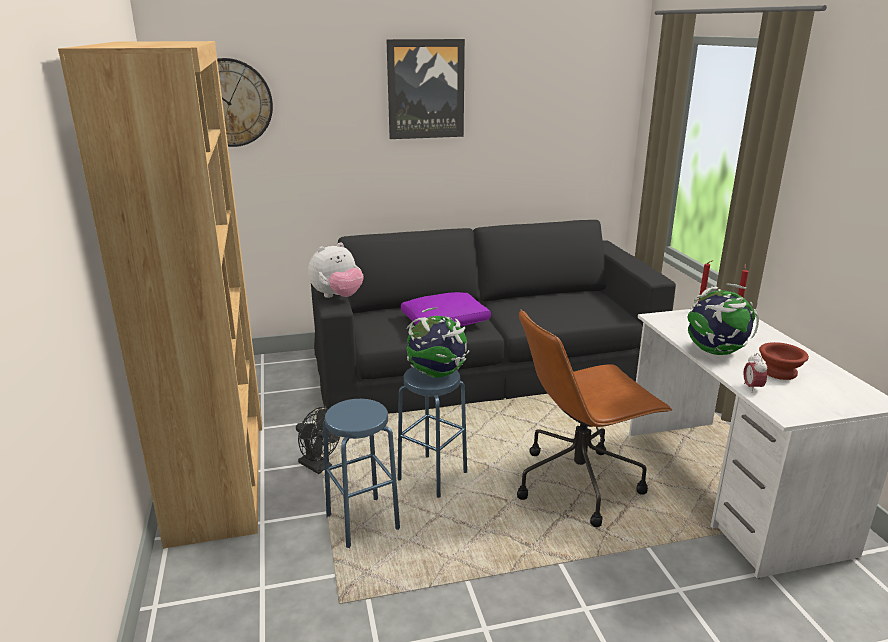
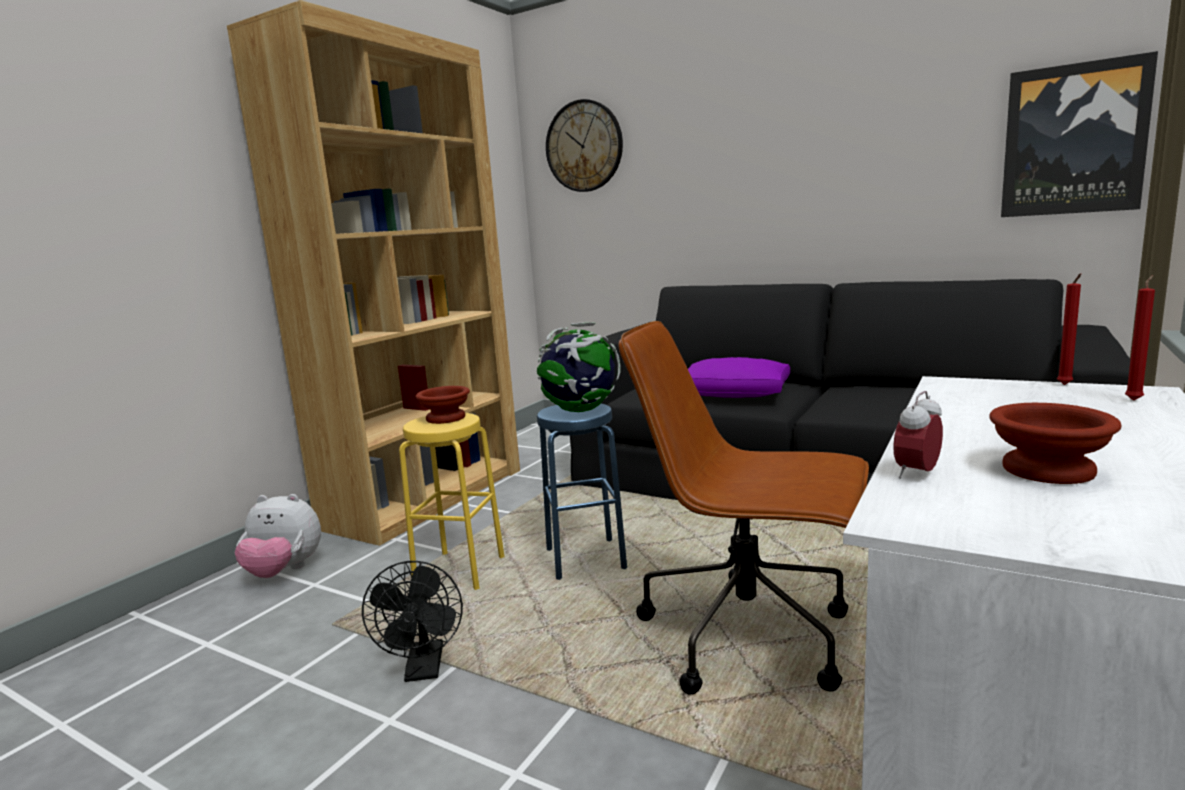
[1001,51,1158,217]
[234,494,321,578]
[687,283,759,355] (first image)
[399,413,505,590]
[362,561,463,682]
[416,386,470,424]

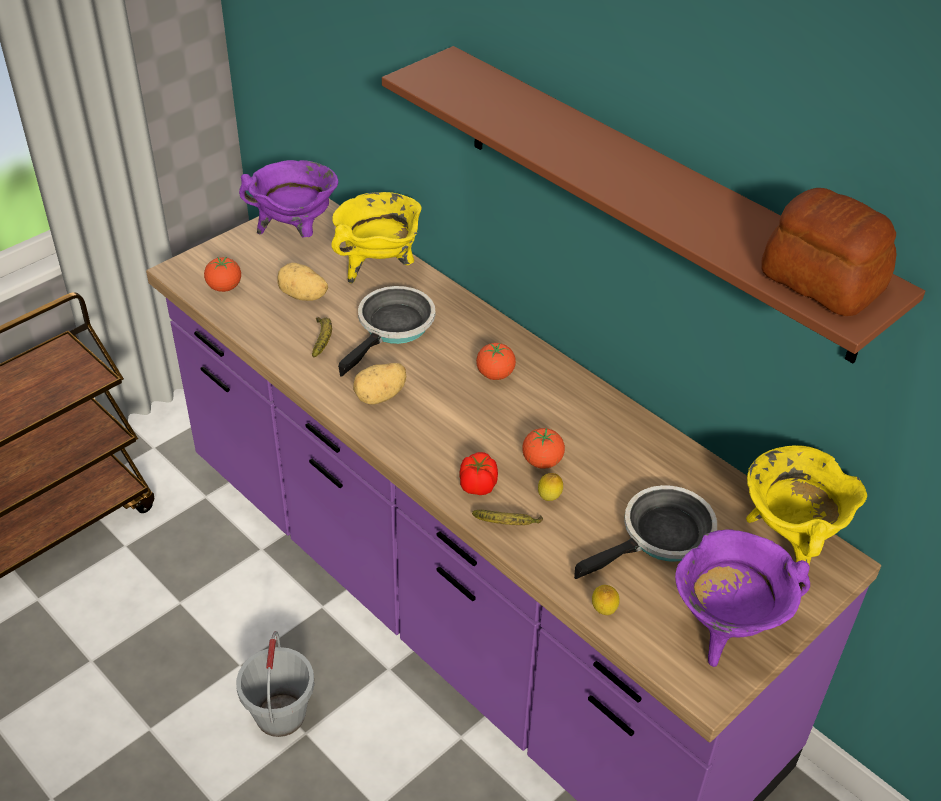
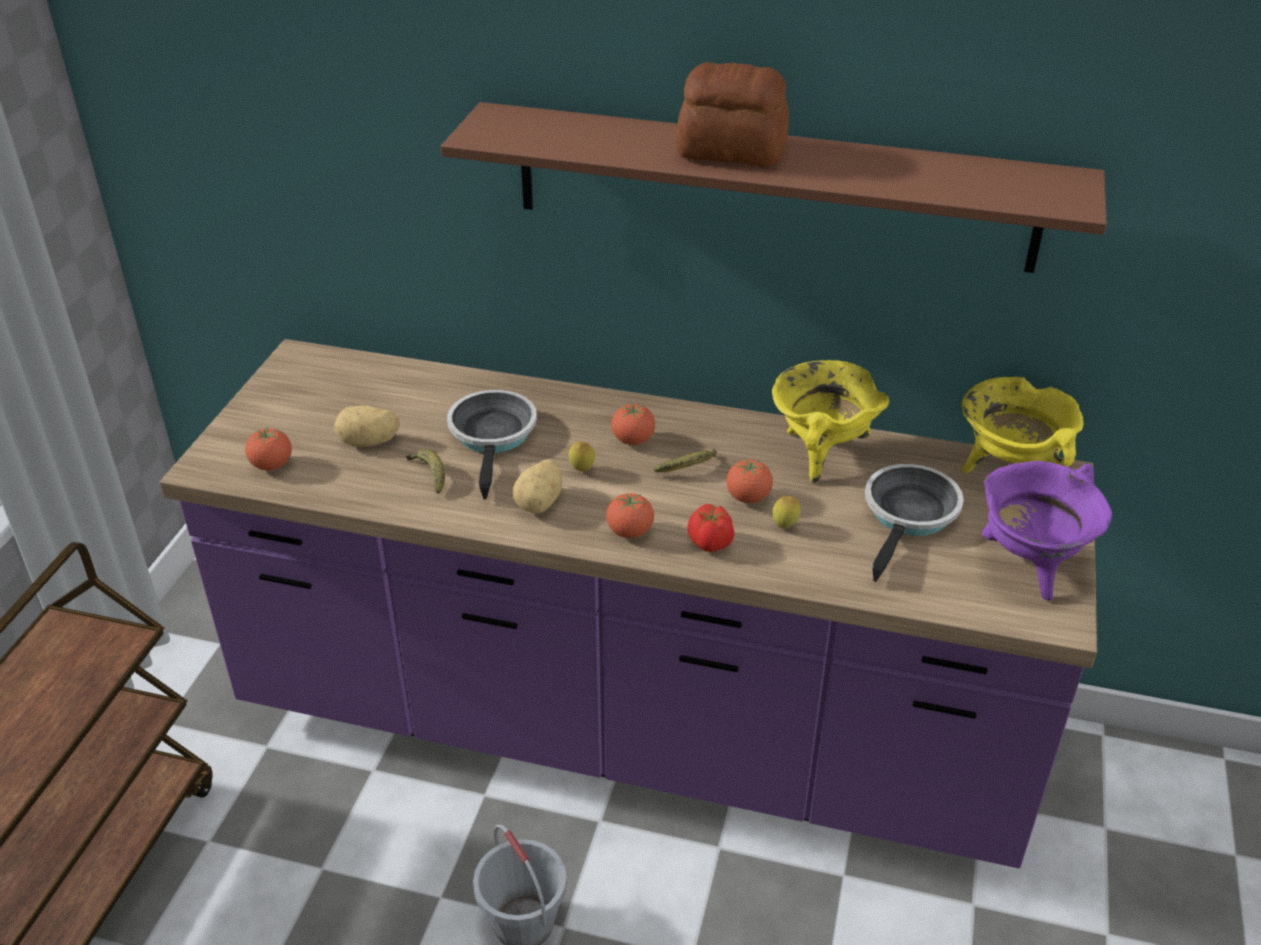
[239,160,338,238] (first image)
[676,62,789,166]
[772,360,889,483]
[654,449,717,472]
[569,441,595,472]
[606,493,654,538]

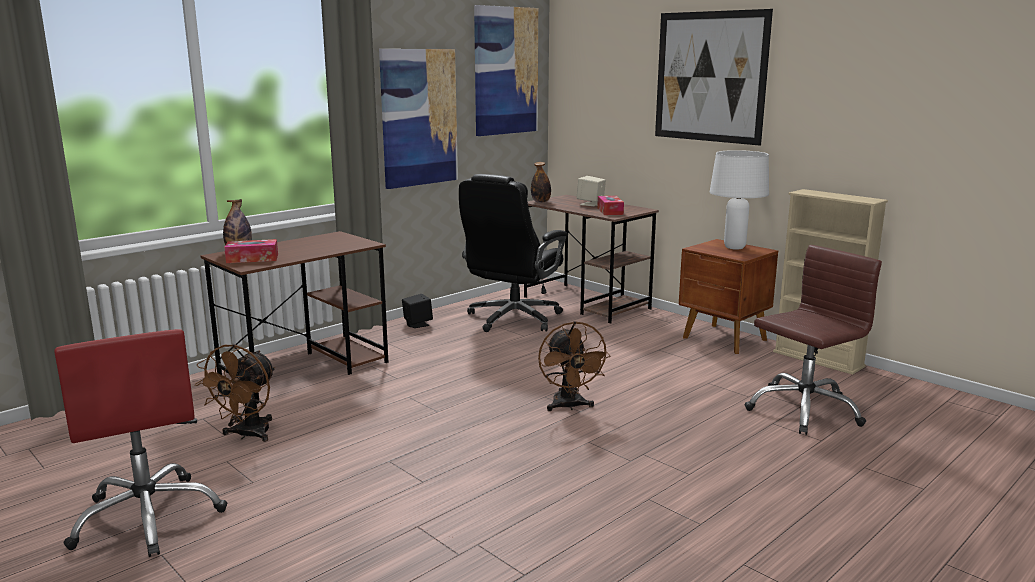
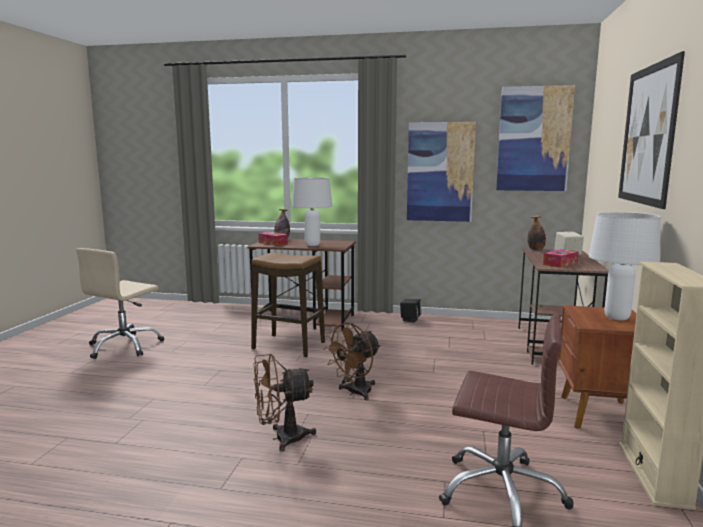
[459,174,567,332] (first image)
[76,248,164,359]
[253,354,316,452]
[292,177,332,246]
[251,252,325,357]

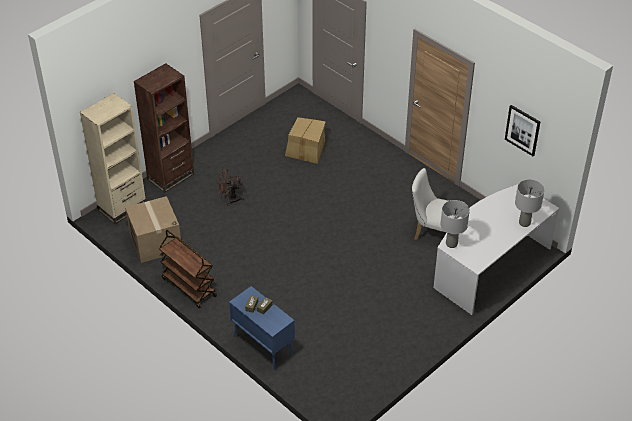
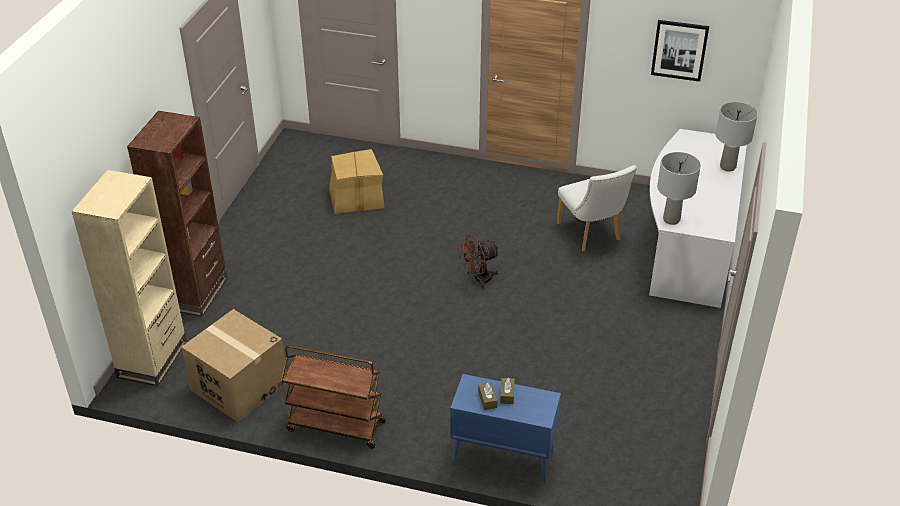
[557,165,637,251]
[458,234,499,289]

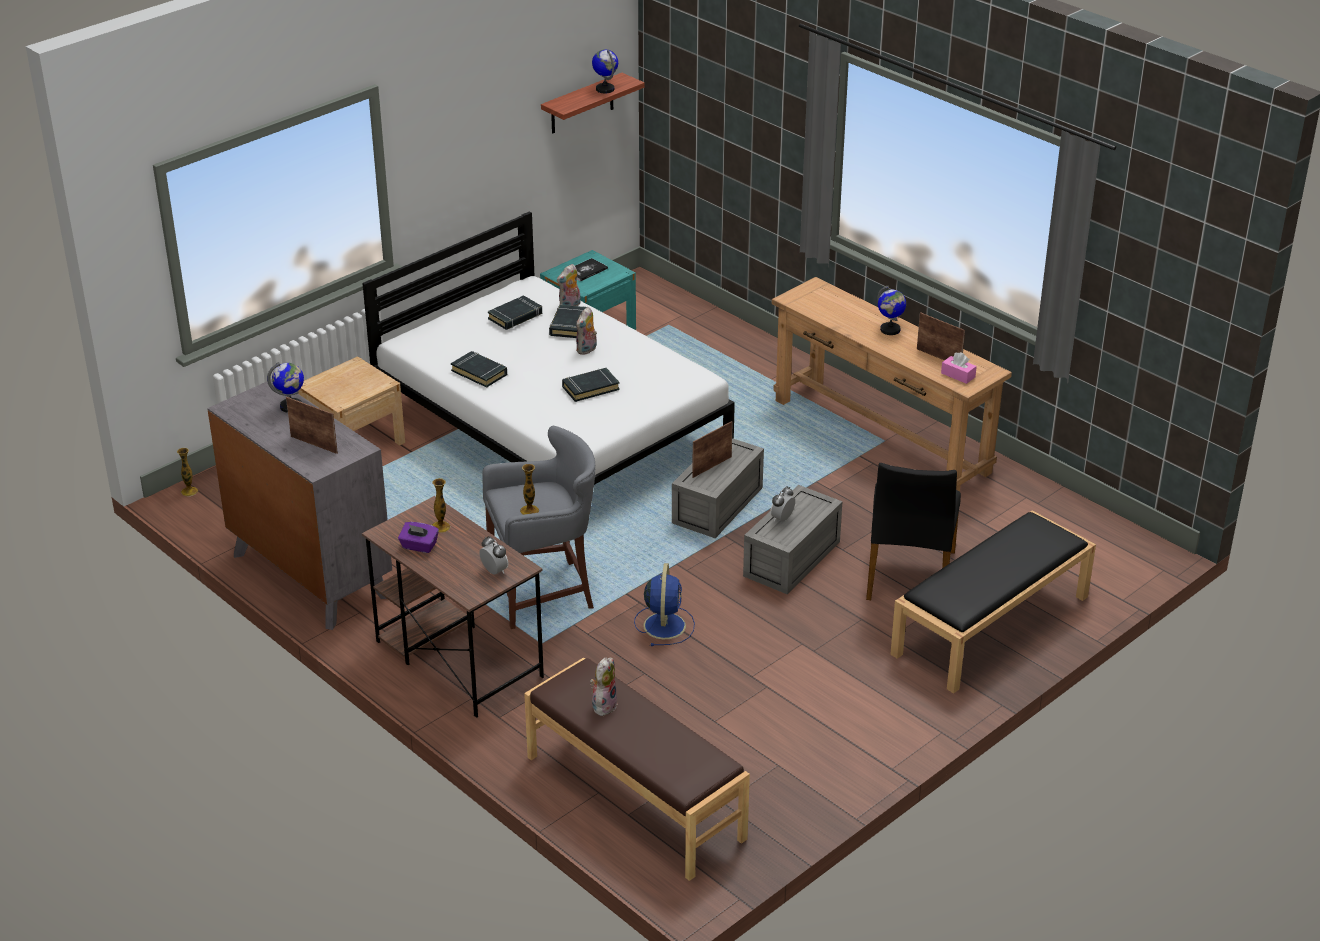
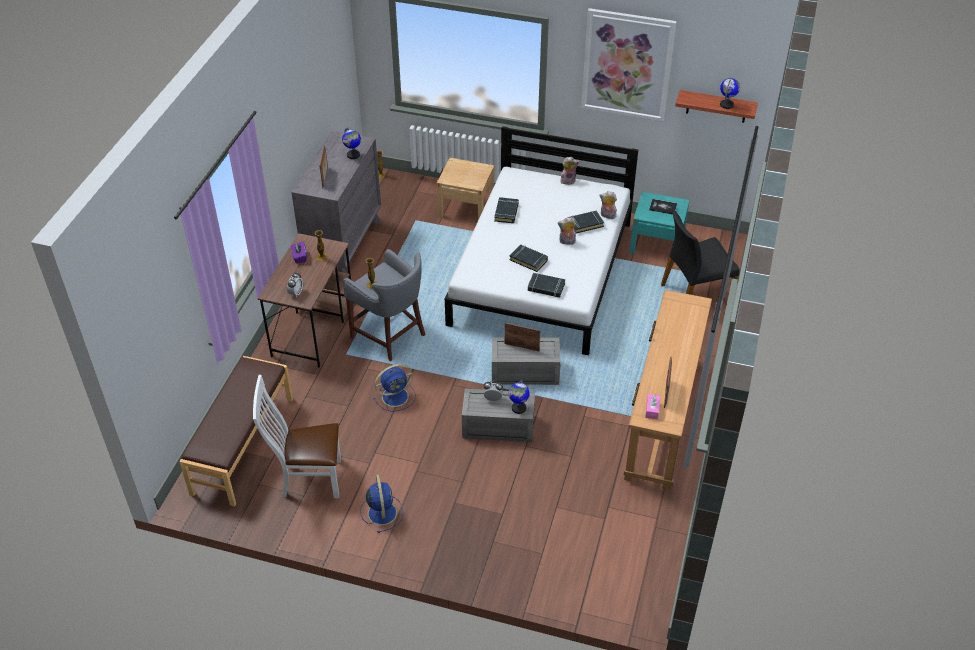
[509,380,530,414]
[528,273,565,298]
[661,211,740,295]
[890,510,1096,693] (first image)
[560,157,579,185]
[581,8,677,121]
[253,375,341,498]
[360,474,403,533]

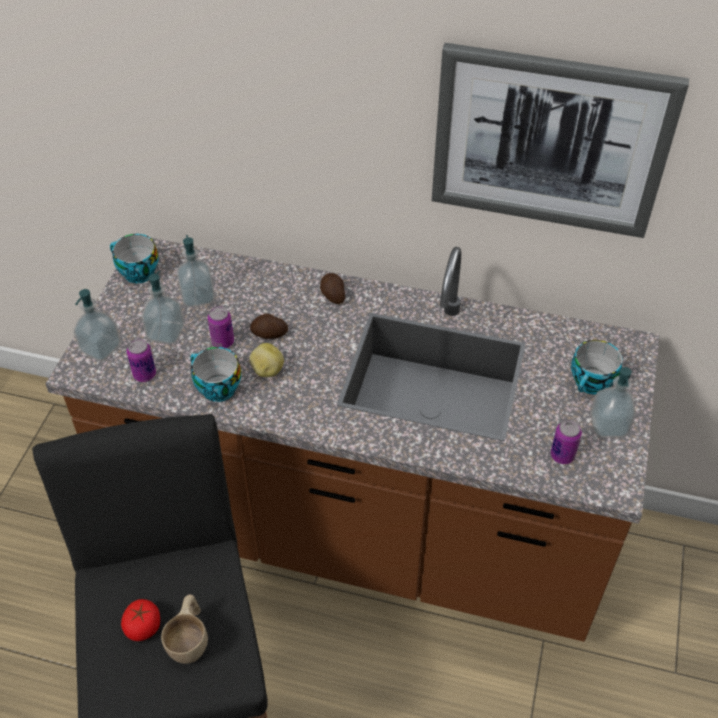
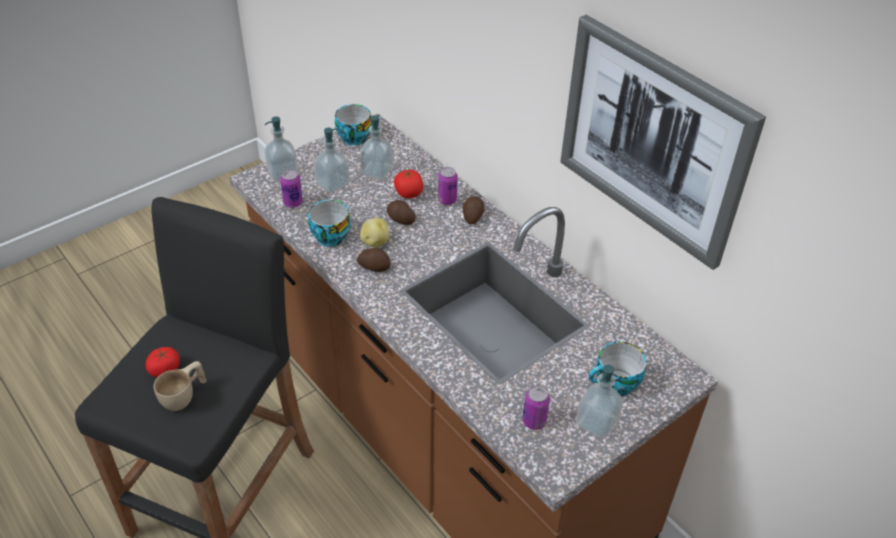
[438,167,458,205]
[394,169,423,198]
[357,248,391,272]

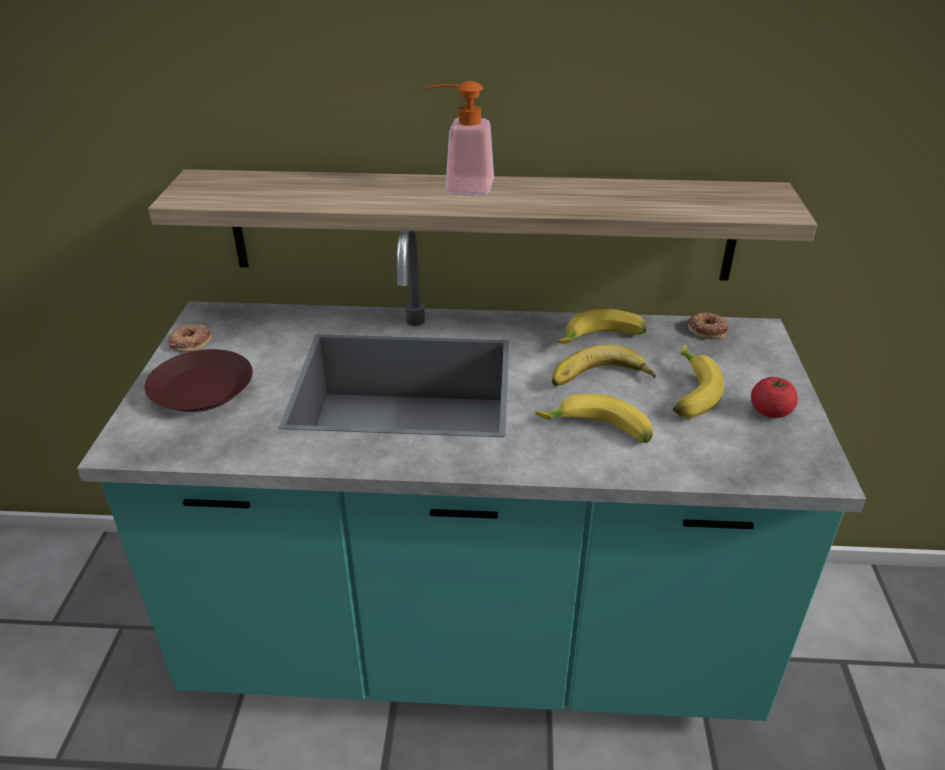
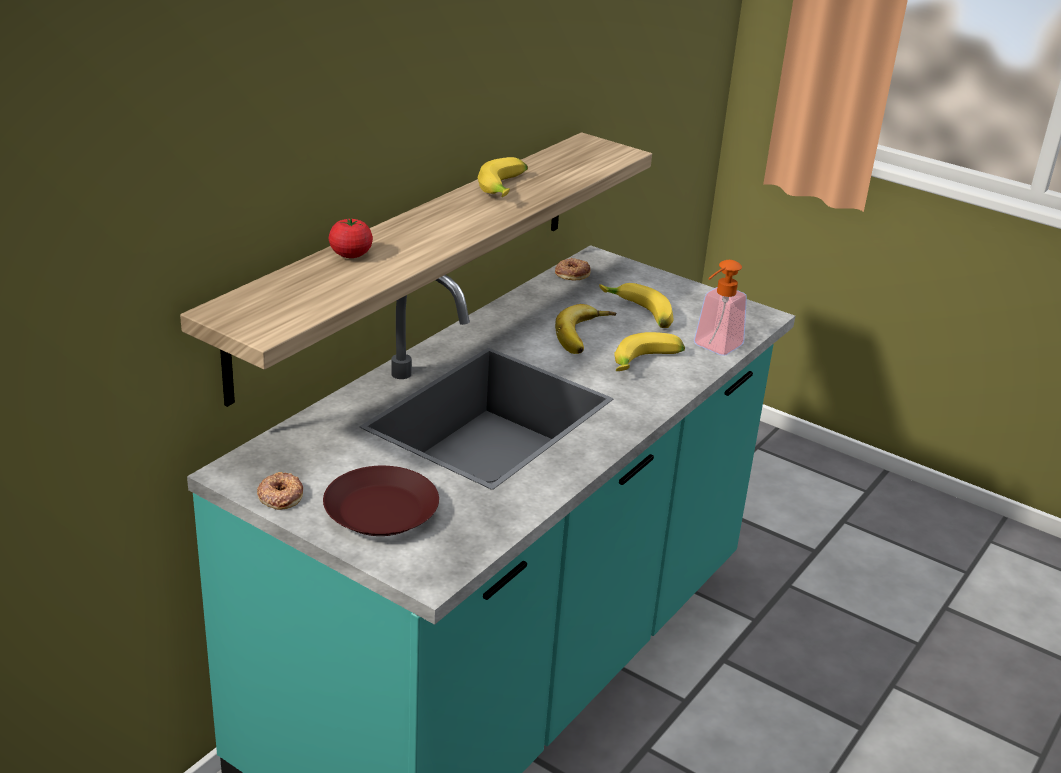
[694,260,747,356]
[478,157,528,197]
[329,218,373,258]

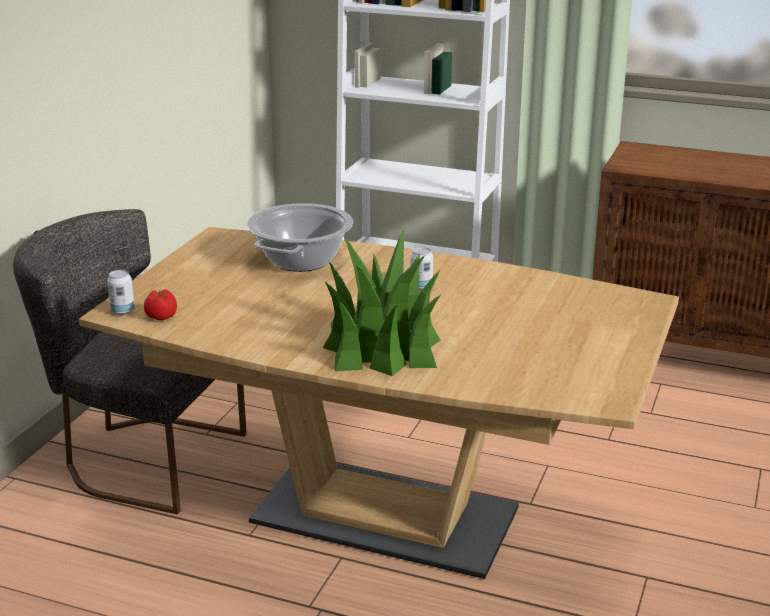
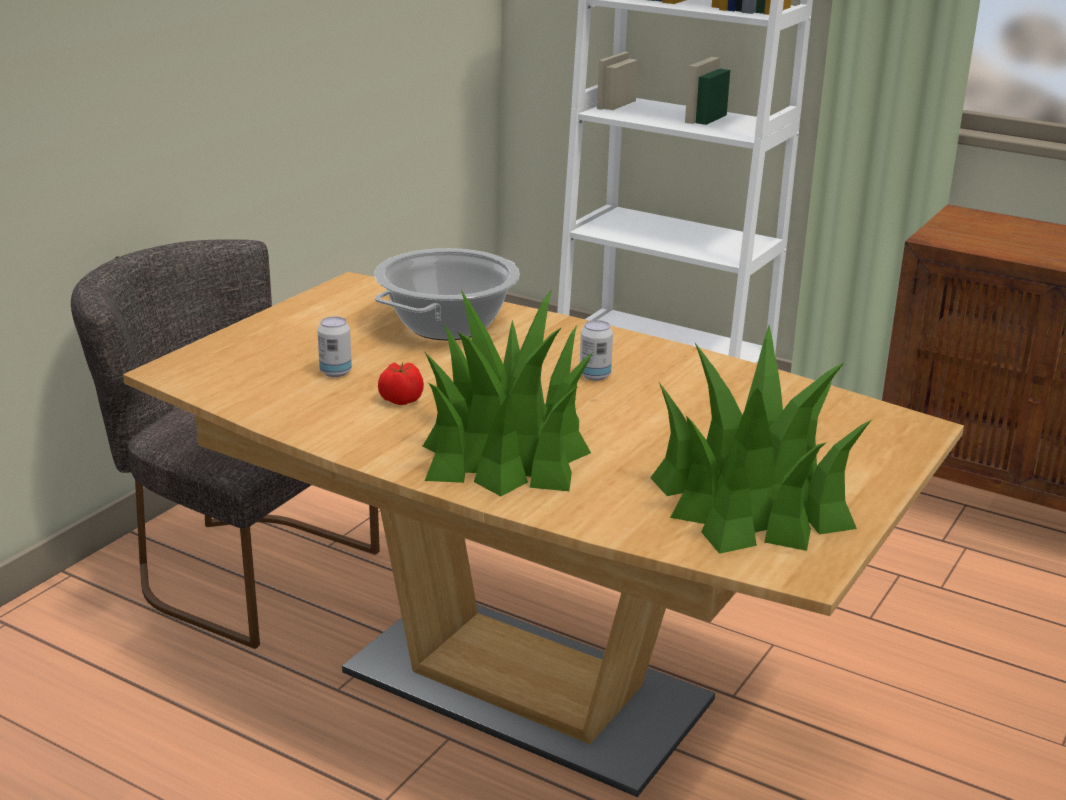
[317,317,352,377]
[378,363,424,405]
[650,326,872,554]

